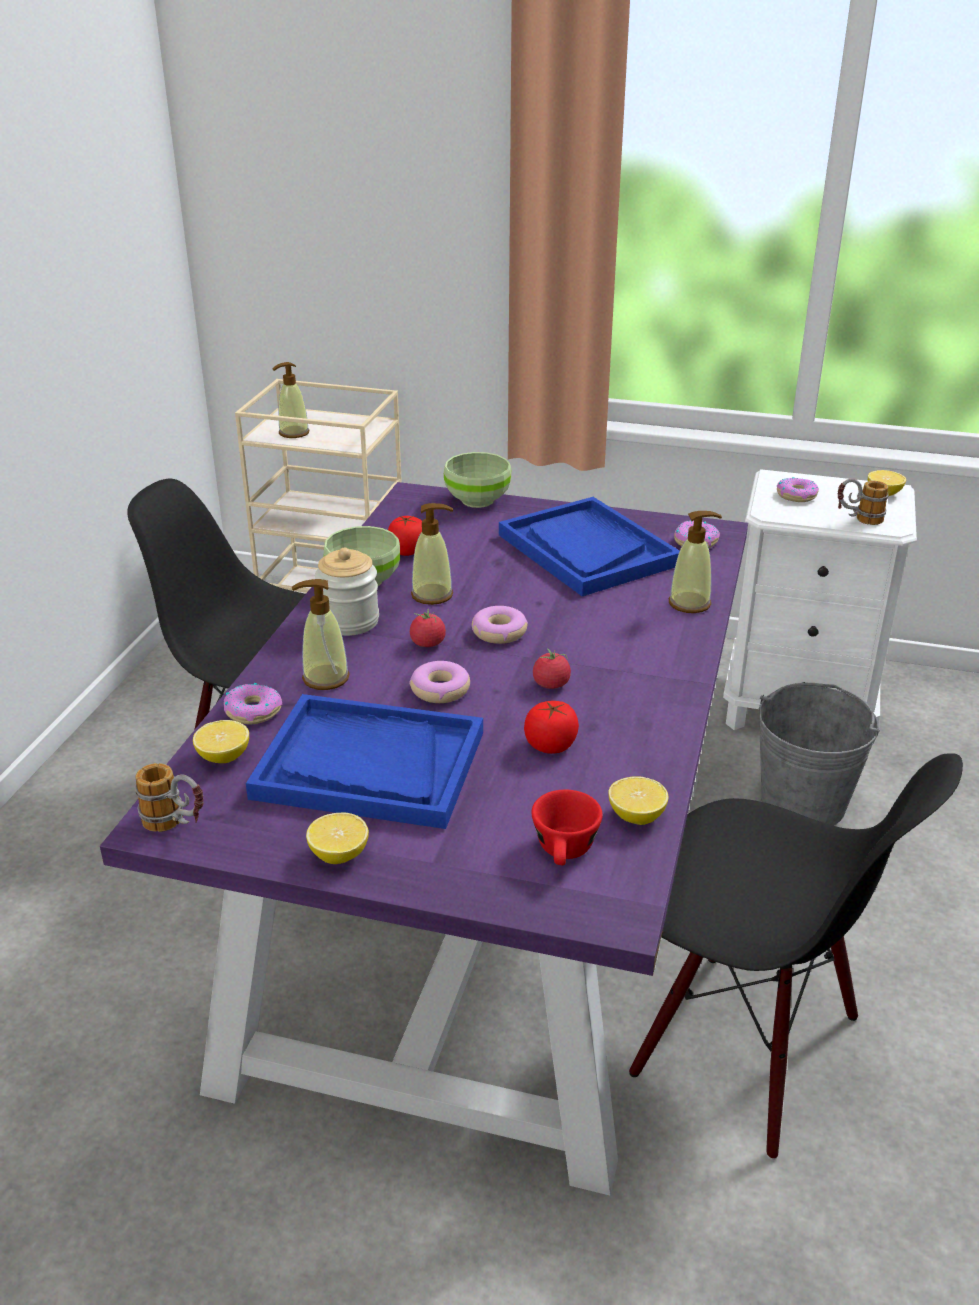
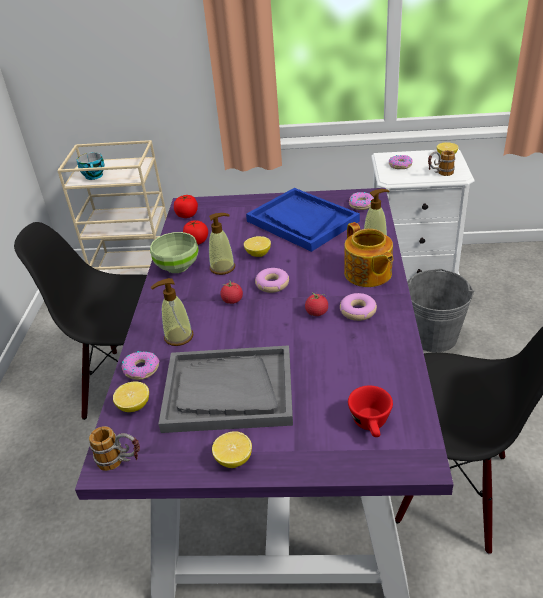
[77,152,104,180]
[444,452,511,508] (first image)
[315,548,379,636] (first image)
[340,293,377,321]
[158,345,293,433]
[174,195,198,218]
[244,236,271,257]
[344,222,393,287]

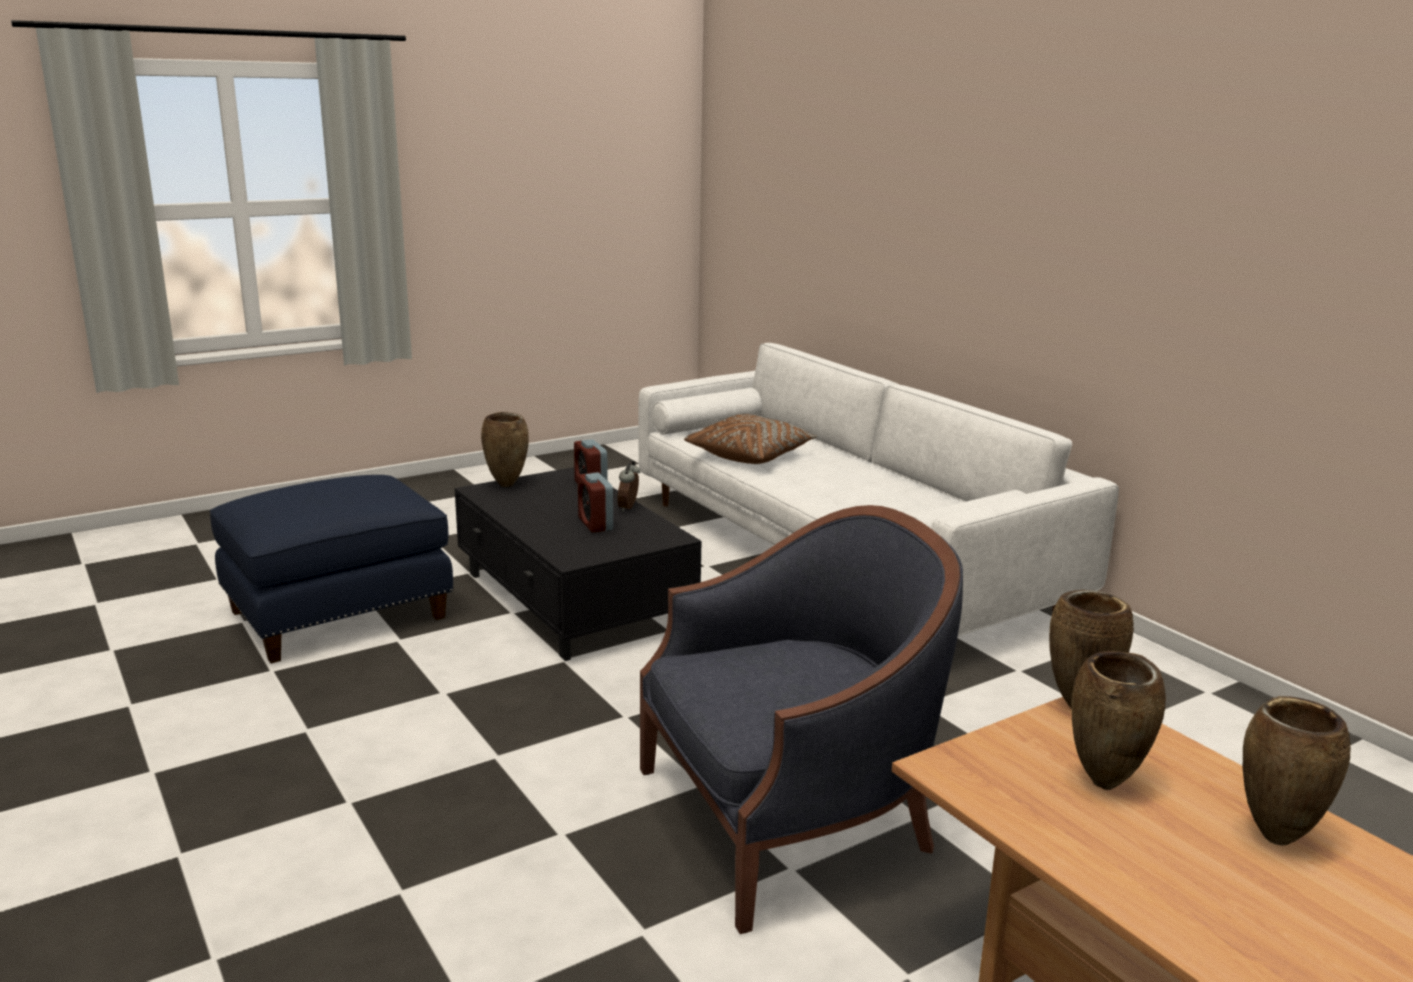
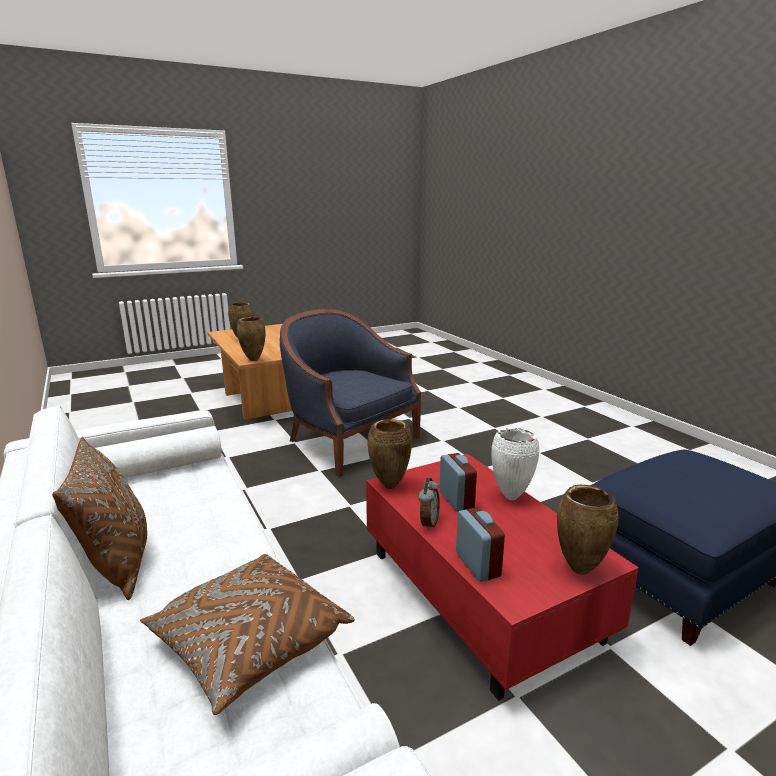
[366,454,639,701]
[280,309,421,477]
[367,419,412,489]
[491,428,539,500]
[52,437,147,600]

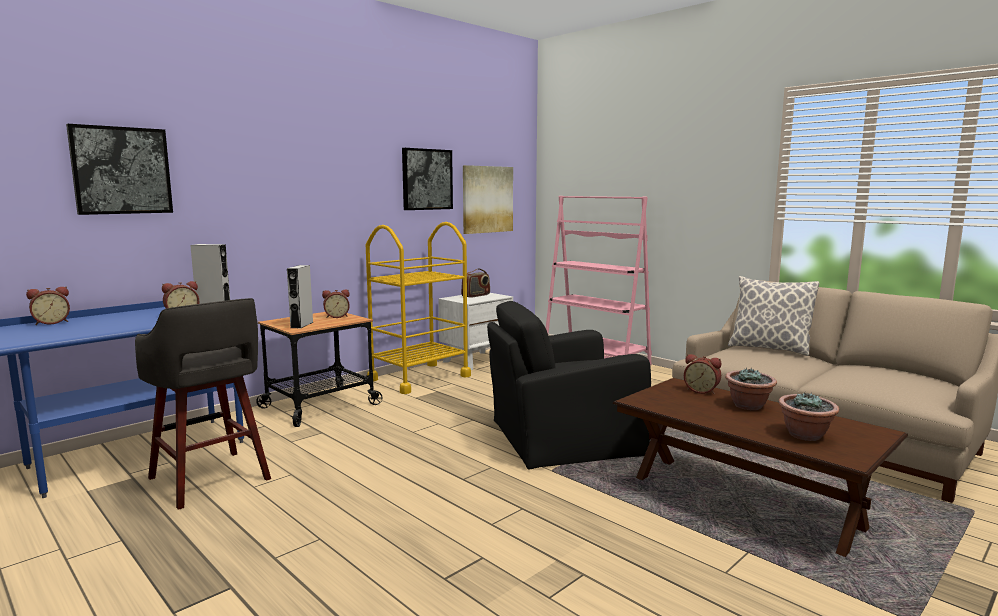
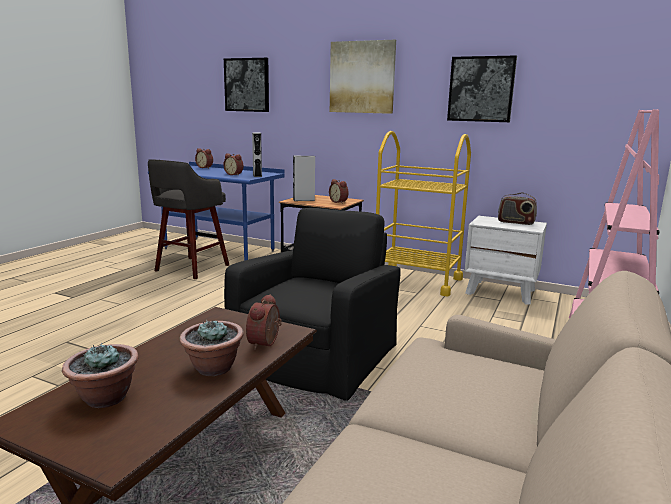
[330,40,396,114]
[728,276,820,356] (first image)
[224,208,401,401]

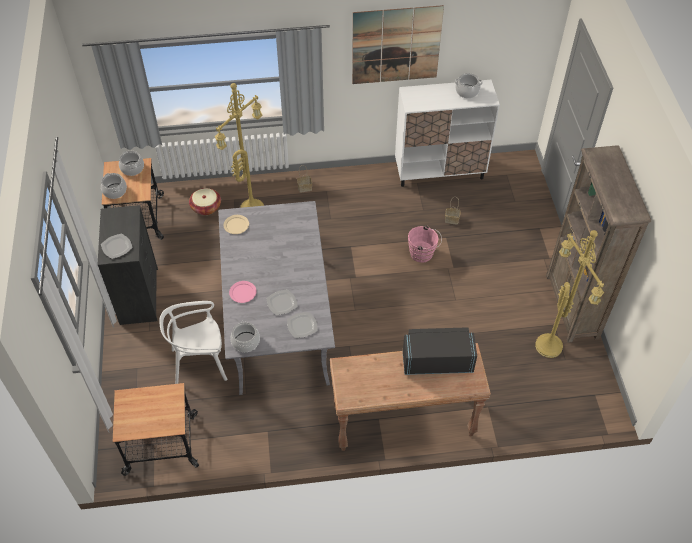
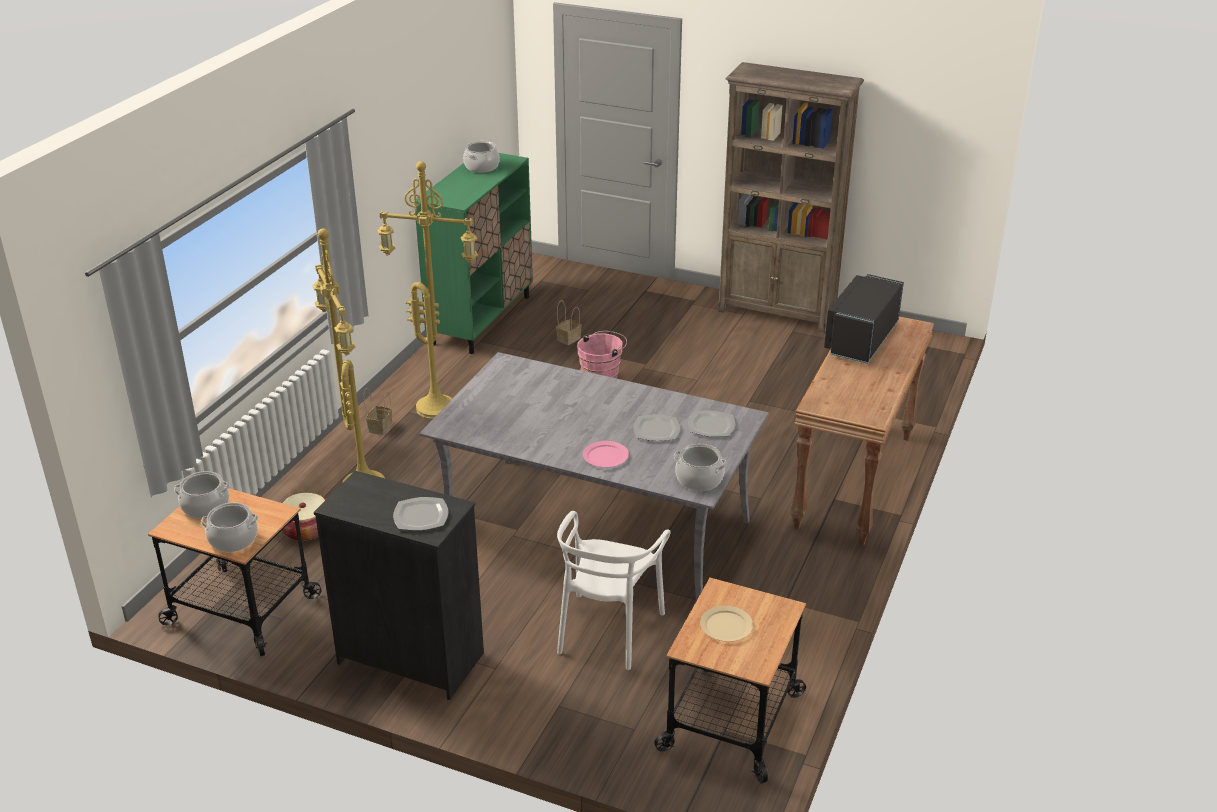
[352,5,444,84] (first image)
[414,153,533,354]
[700,606,753,642]
[377,161,478,419]

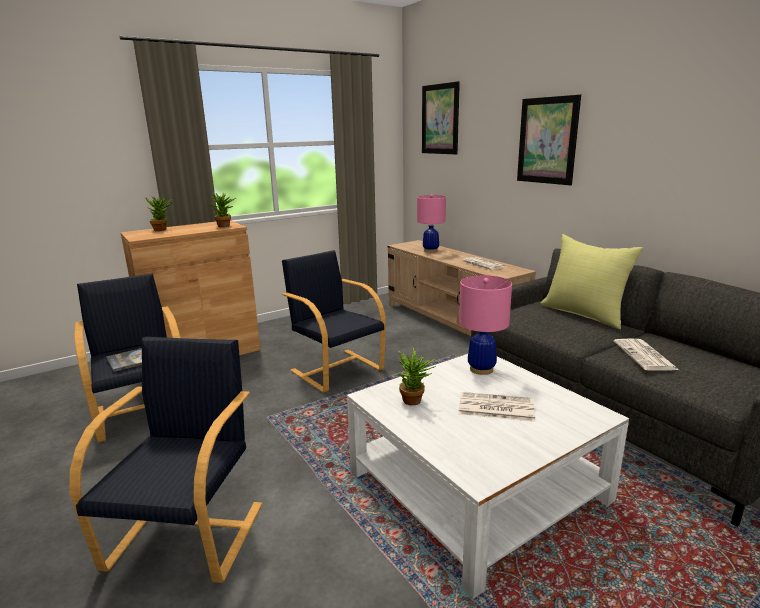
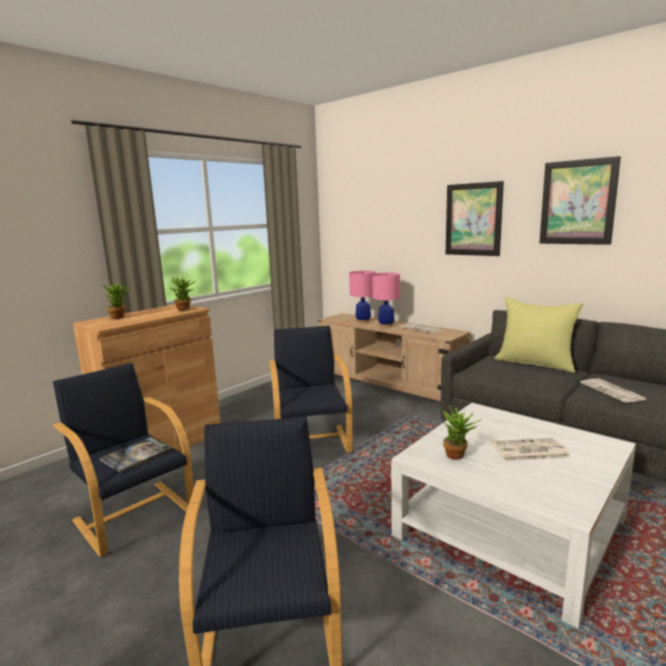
[540,156,621,245]
[269,326,353,453]
[372,272,400,327]

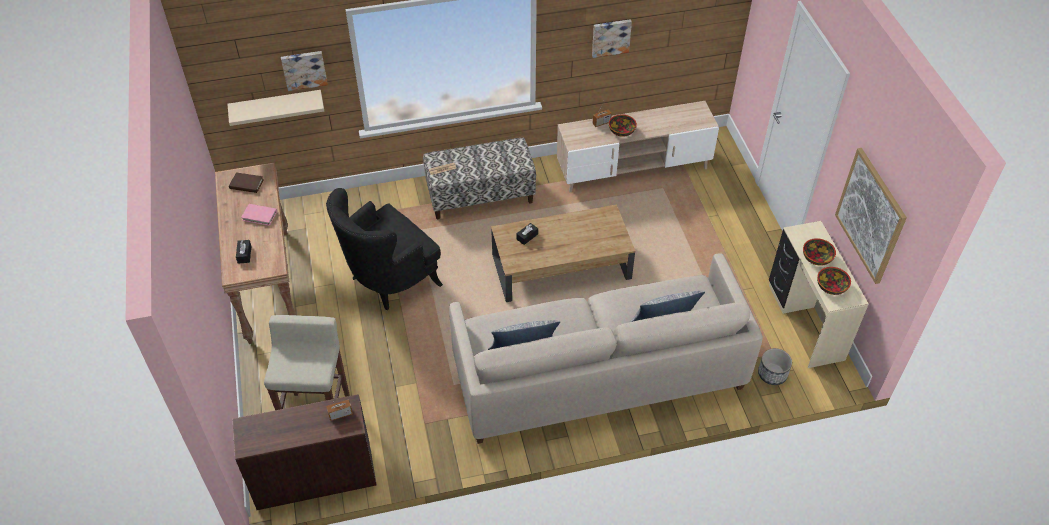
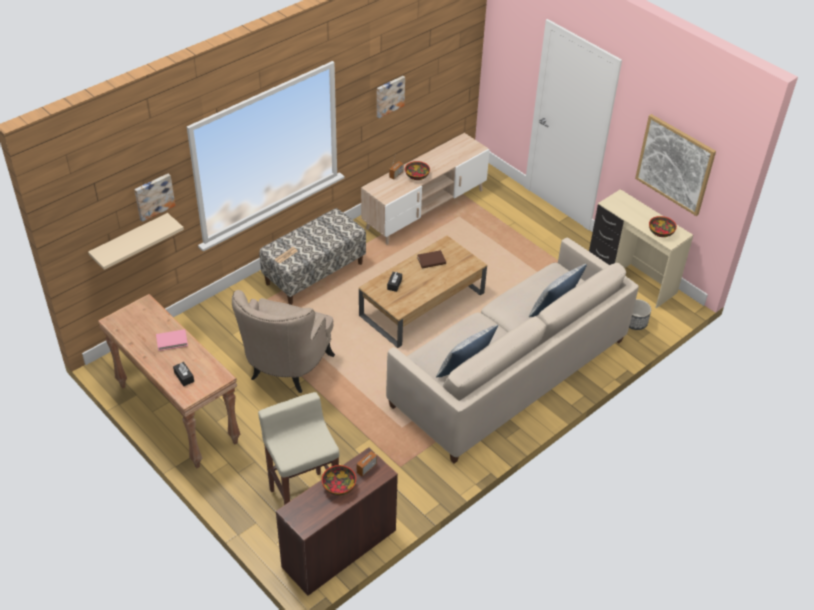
[417,250,446,268]
[232,290,335,393]
[322,465,356,496]

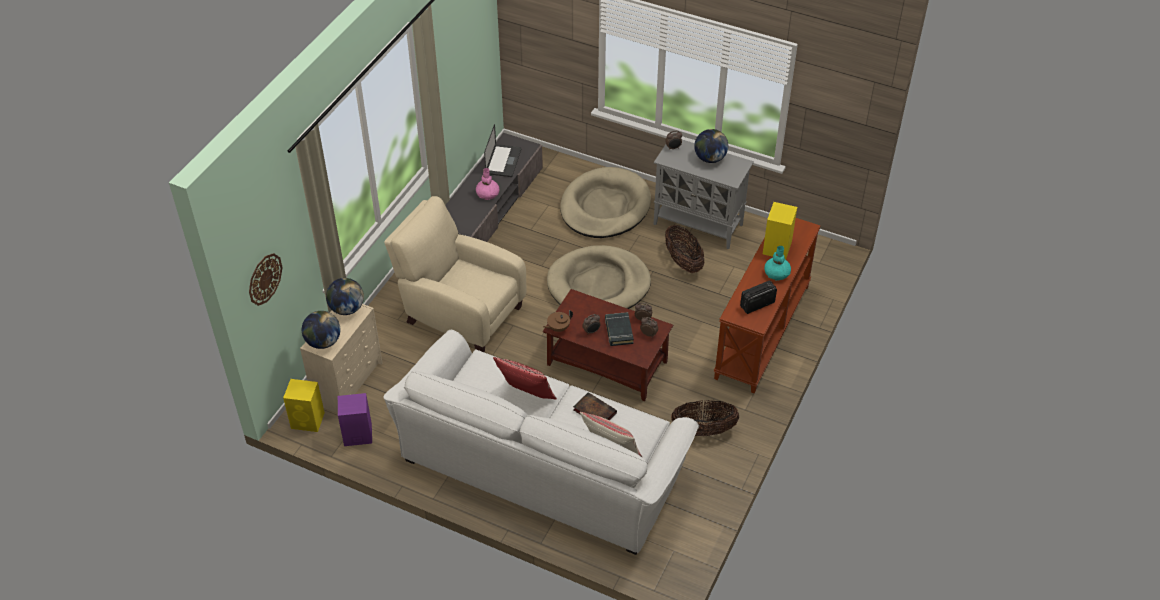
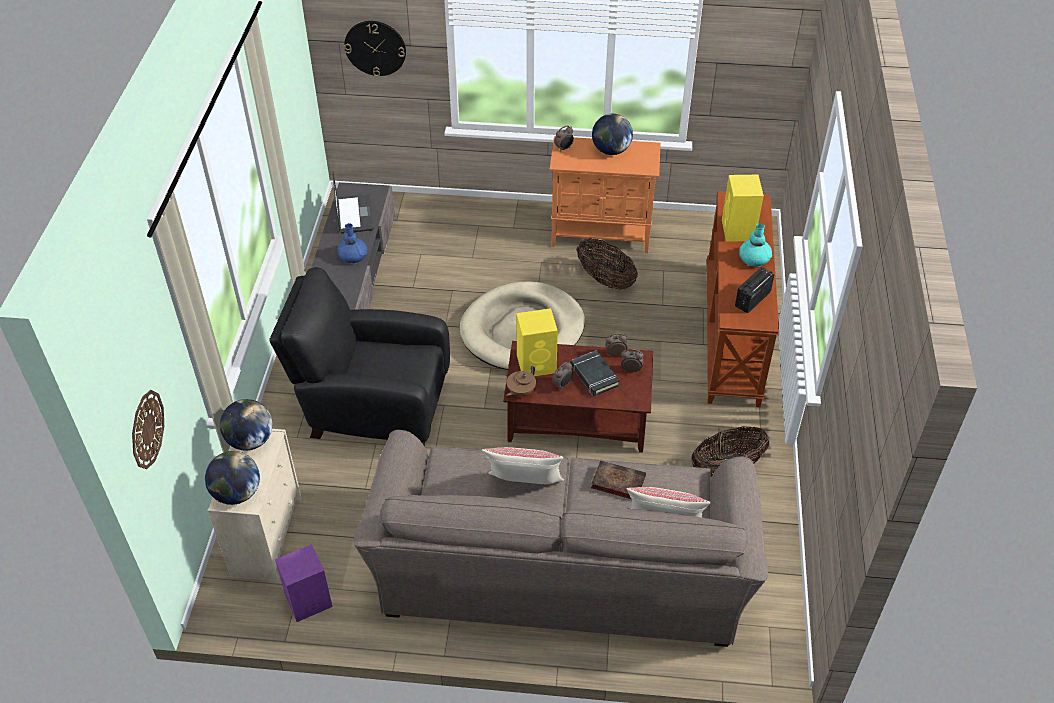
[550,136,661,253]
[560,167,651,238] (first image)
[337,223,368,264]
[269,267,450,446]
[353,430,768,647]
[482,447,564,484]
[516,308,558,376]
[344,21,406,77]

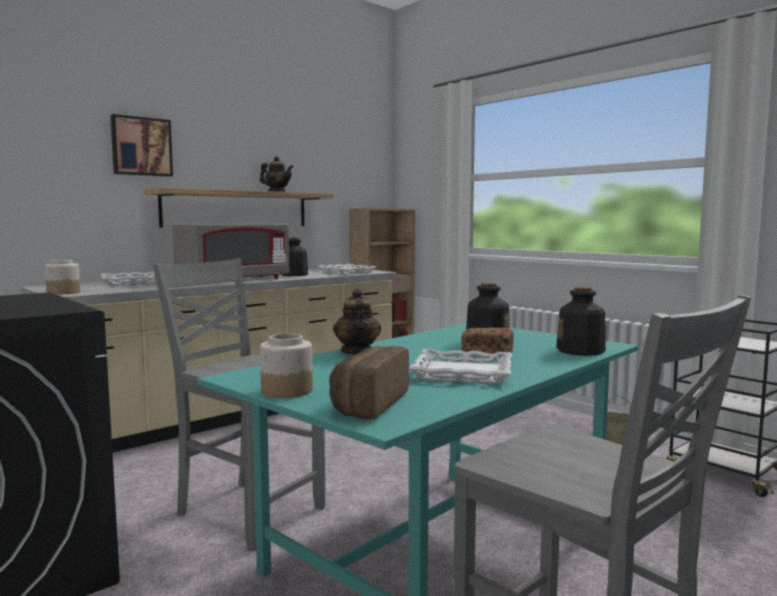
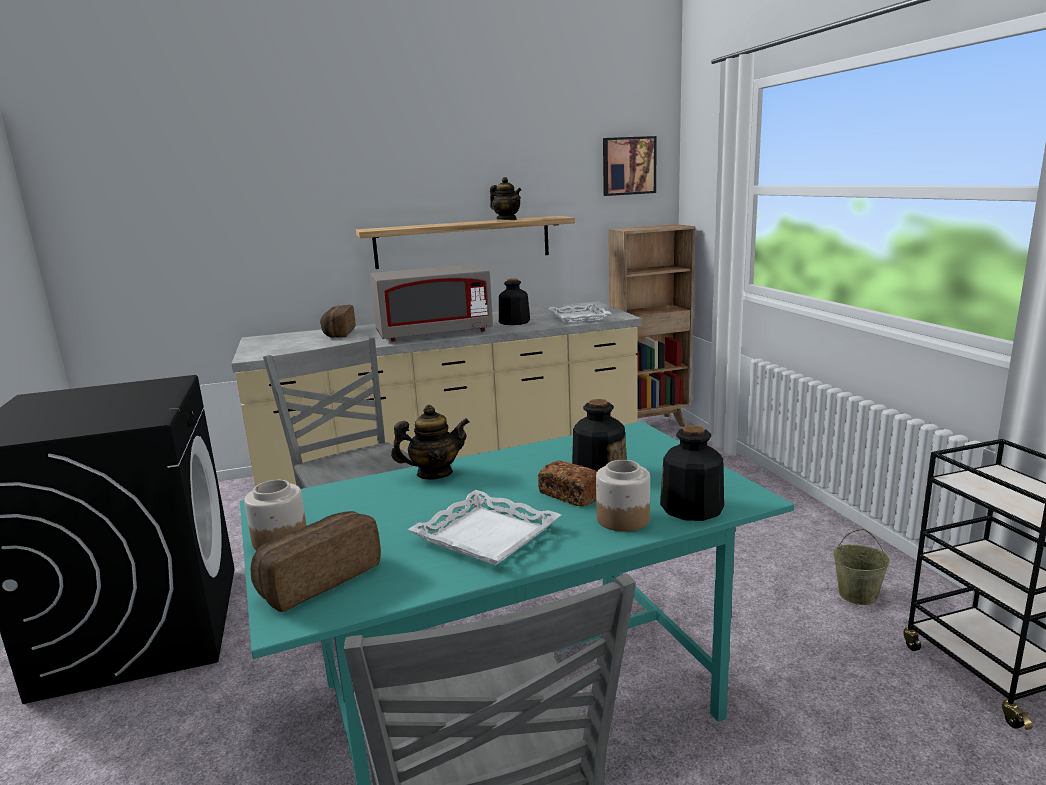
[603,136,657,196]
[596,460,650,532]
[320,305,356,338]
[391,405,470,480]

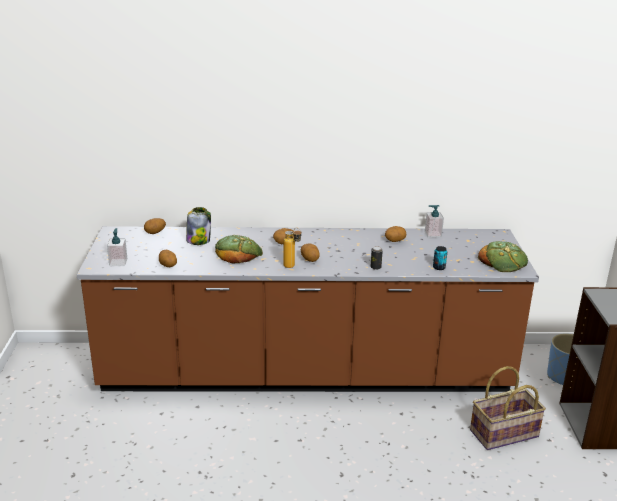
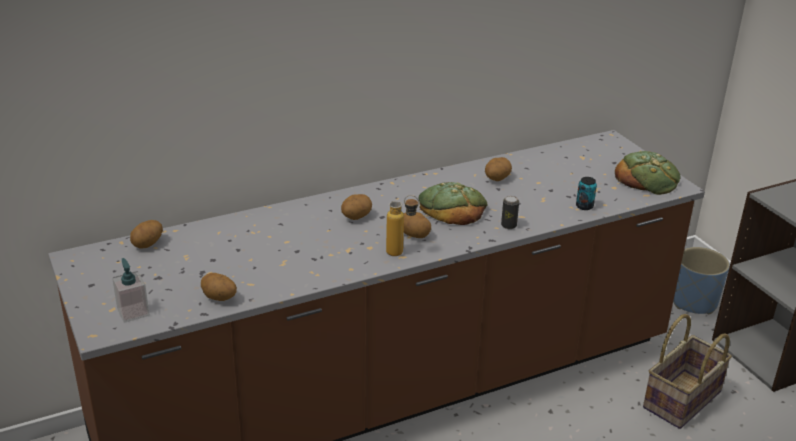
[425,205,444,238] (first image)
[186,207,211,245] (first image)
[418,182,488,225]

